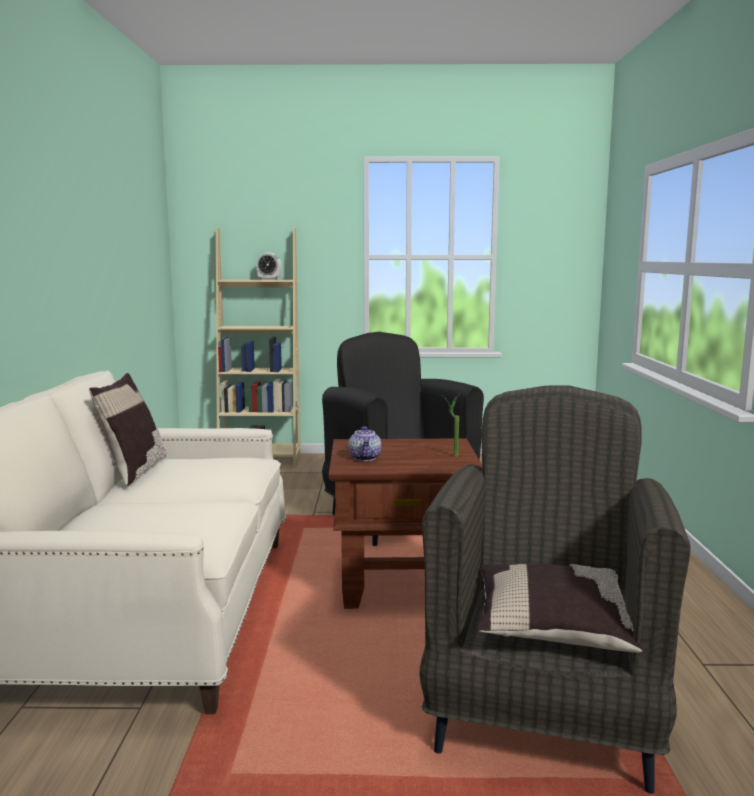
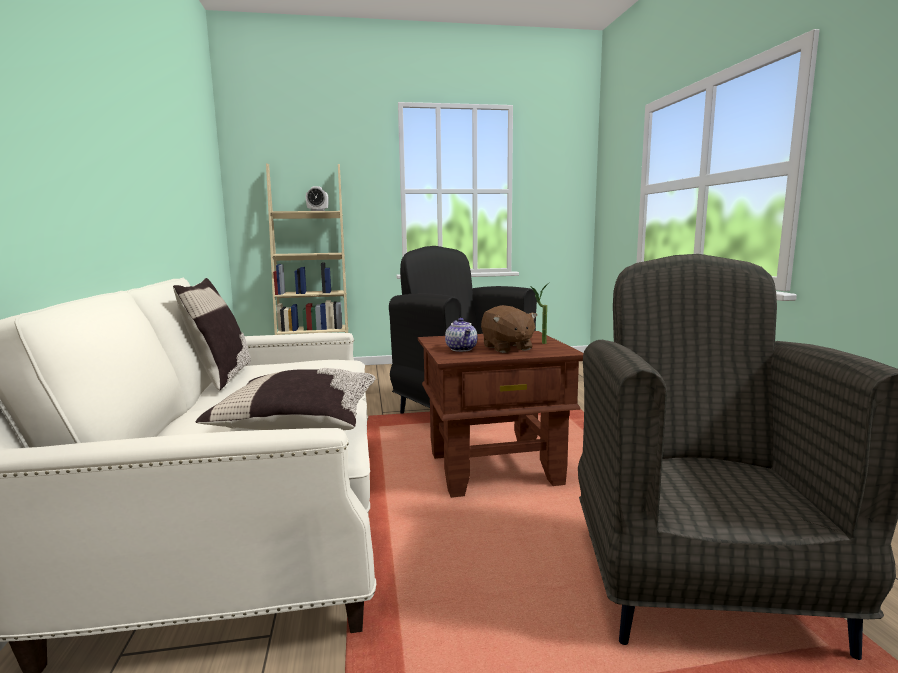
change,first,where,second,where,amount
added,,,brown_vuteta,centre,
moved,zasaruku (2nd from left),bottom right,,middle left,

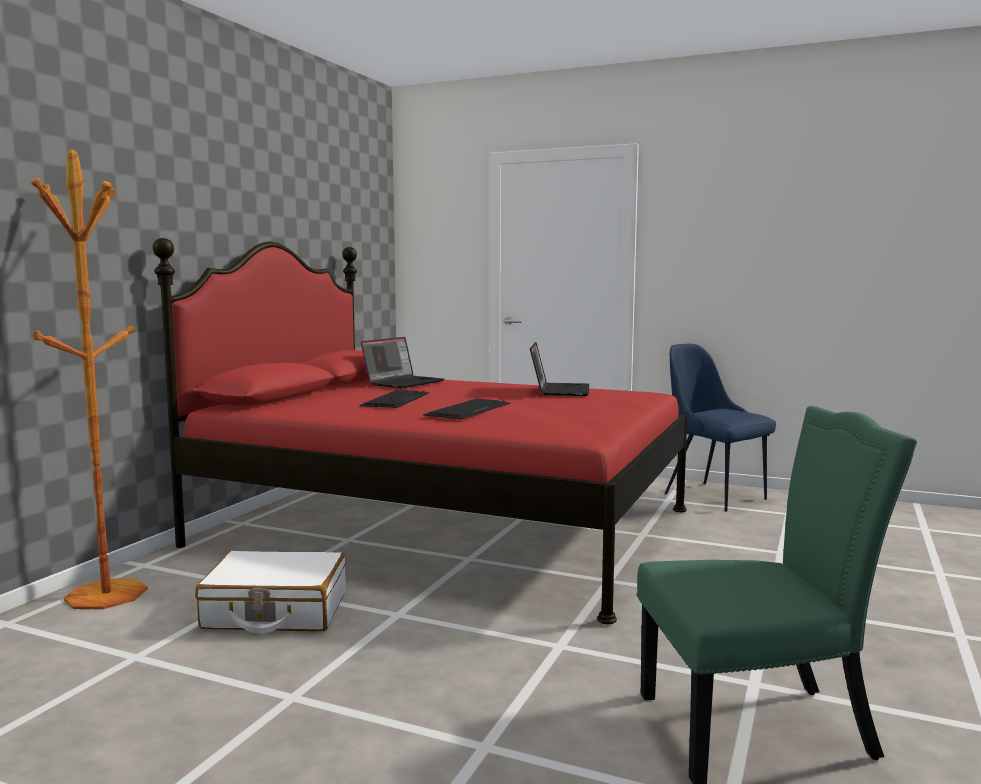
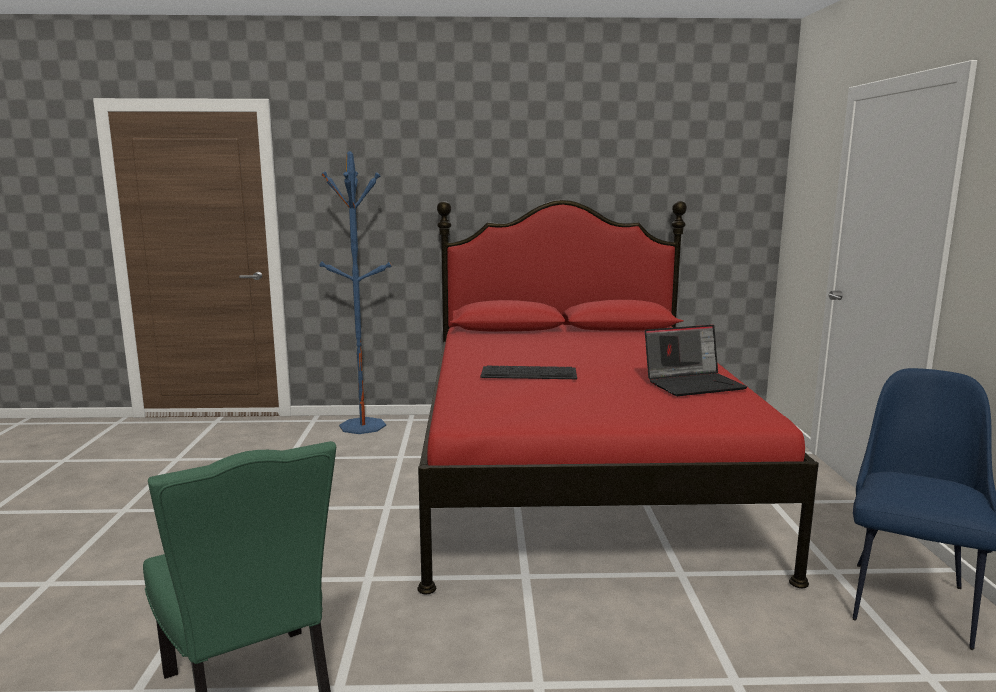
change,first,where,second,where,amount
removed,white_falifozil,bottom left,,,
removed,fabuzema (1st from left),centre,,,
removed,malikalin (1st from left),centre,,,
recoloured,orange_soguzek,middle left,blue_soguzek,centre,

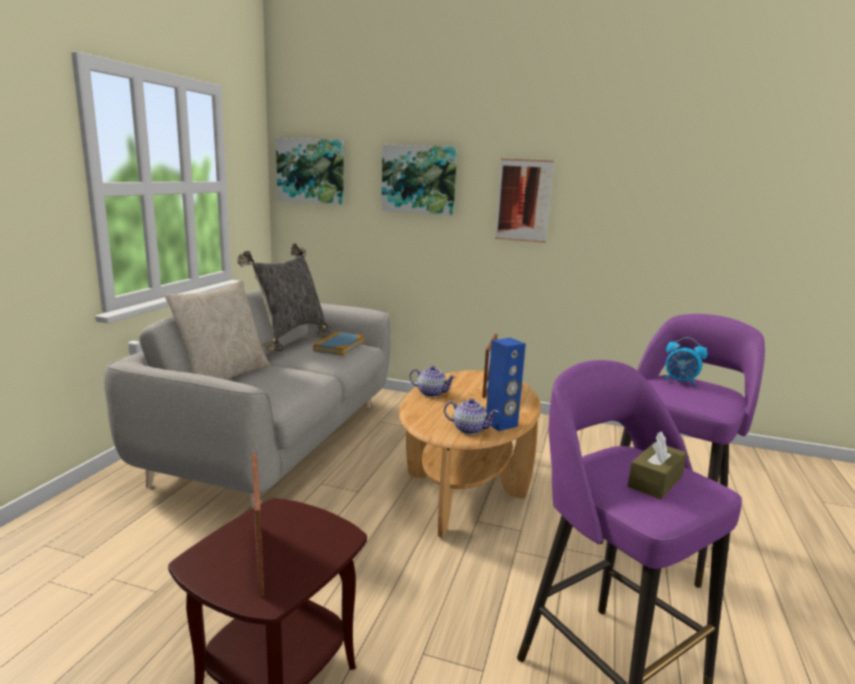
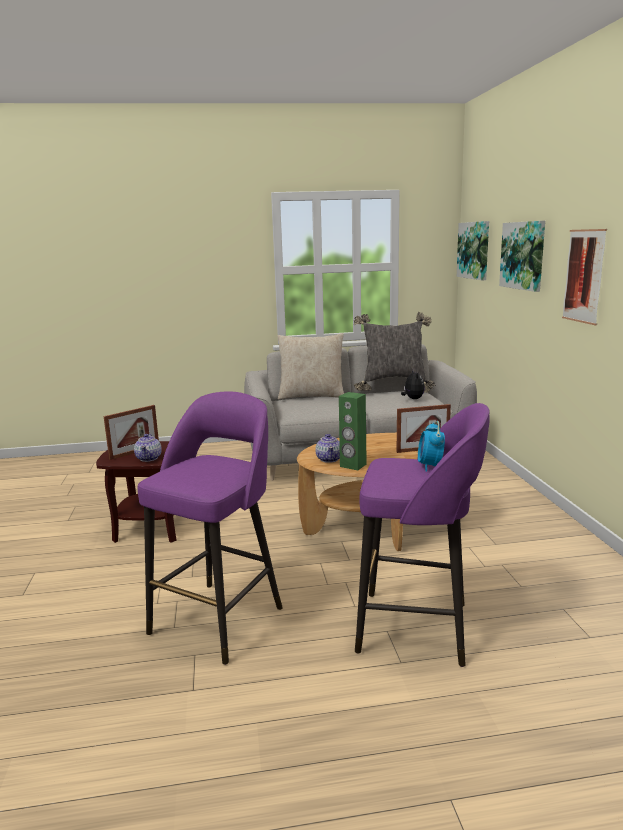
change,first,where,second,where,amount
removed,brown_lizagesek,bottom right,,,
moved,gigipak (1st from left),centre,,middle left,
replaced,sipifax,centre,vuteta,centre,
recoloured,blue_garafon,centre,green_garafon,centre,

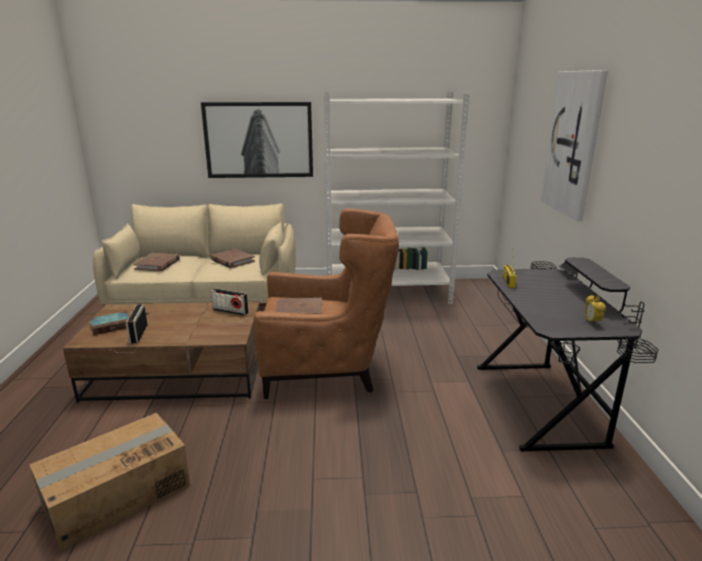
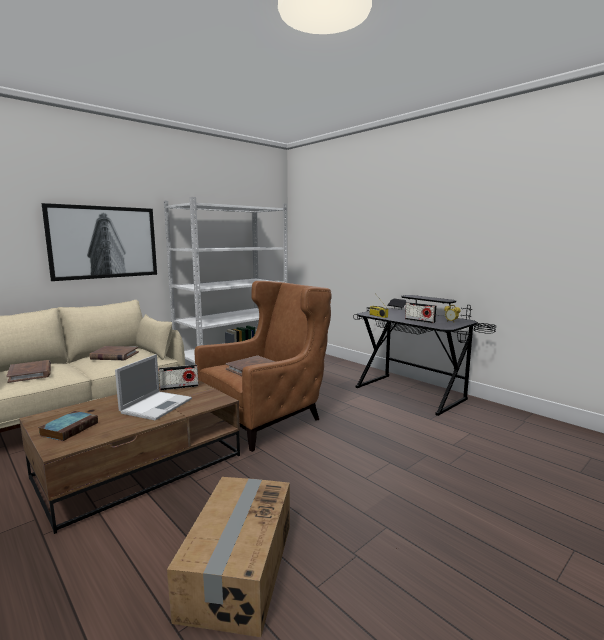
change,first,where,second,where,amount
removed,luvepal (2nd from left),top right,,,
added,,,malikalin,middle left,
moved,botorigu (1st from left in the first image),middle left,botorigu (3rd from left),middle right,

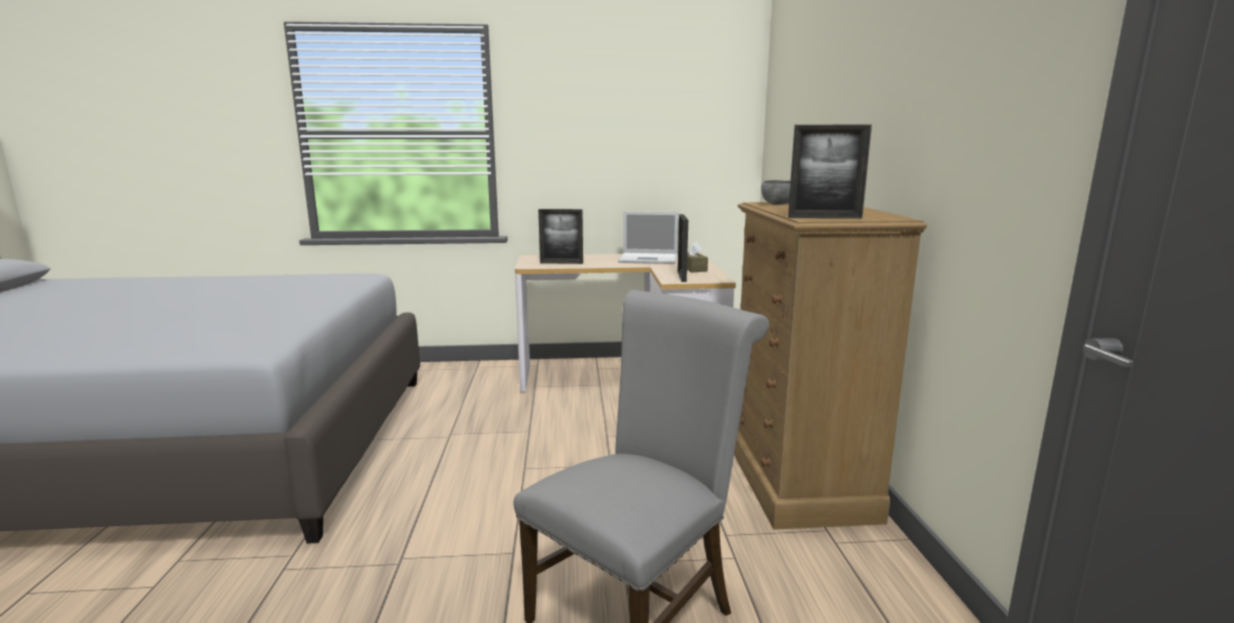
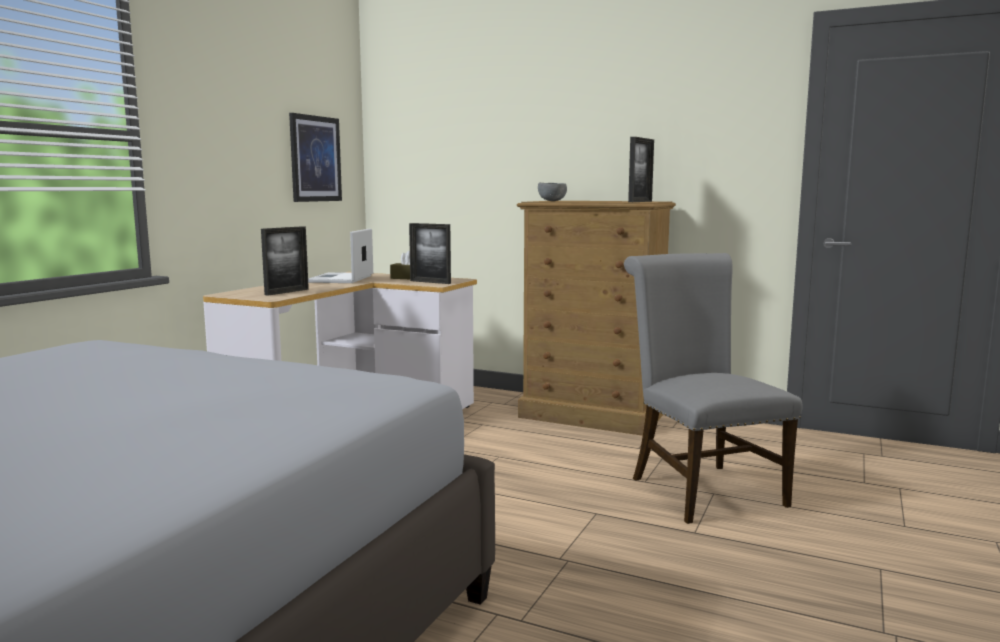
change,first,where,second,where,amount
added,,,luvepal,top left,
turned,malikalin,centre,,centre,150 degrees clockwise

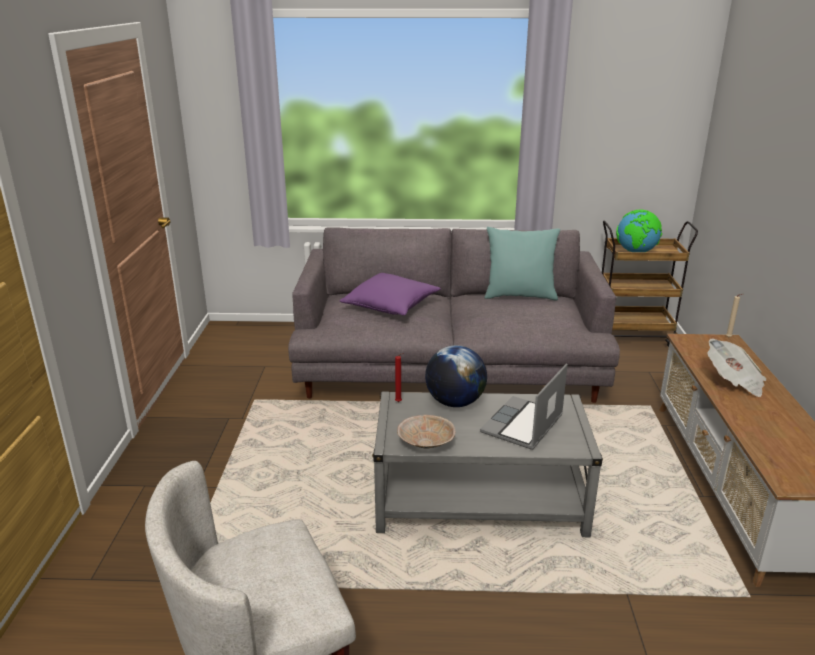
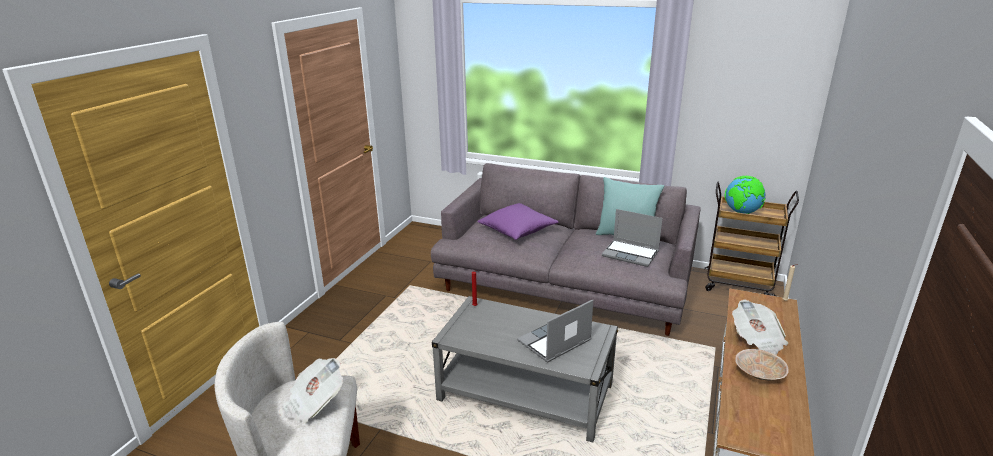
change,first,where,second,where,amount
removed,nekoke (1st from left),centre,,,
added,,,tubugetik (1st from left),bottom left,
added,,,malikalin (2nd from left),centre,
moved,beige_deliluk,centre,,bottom right,

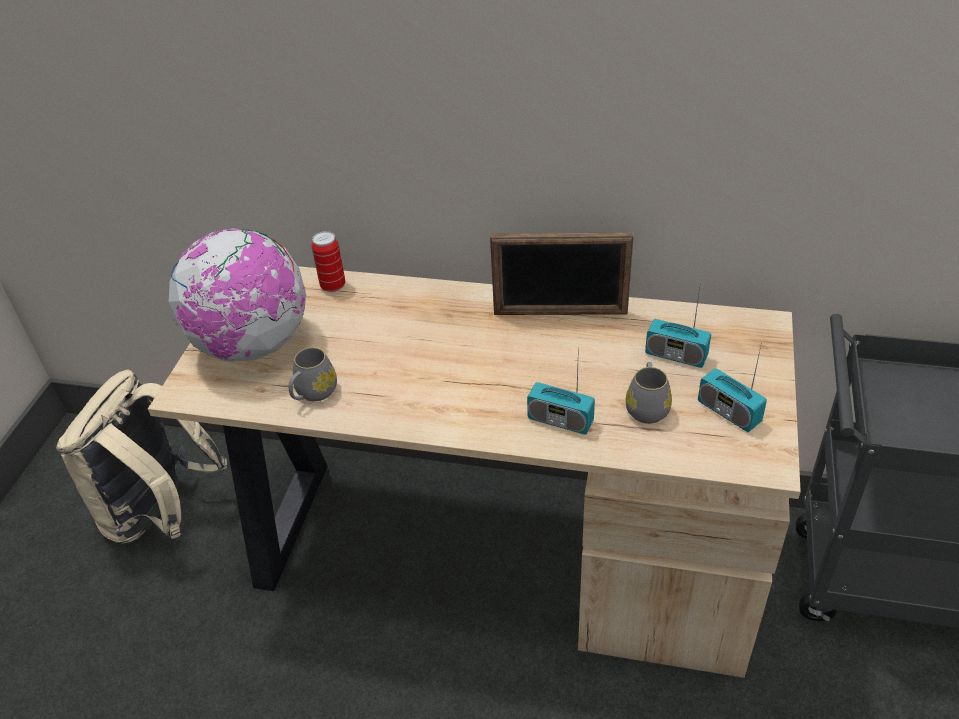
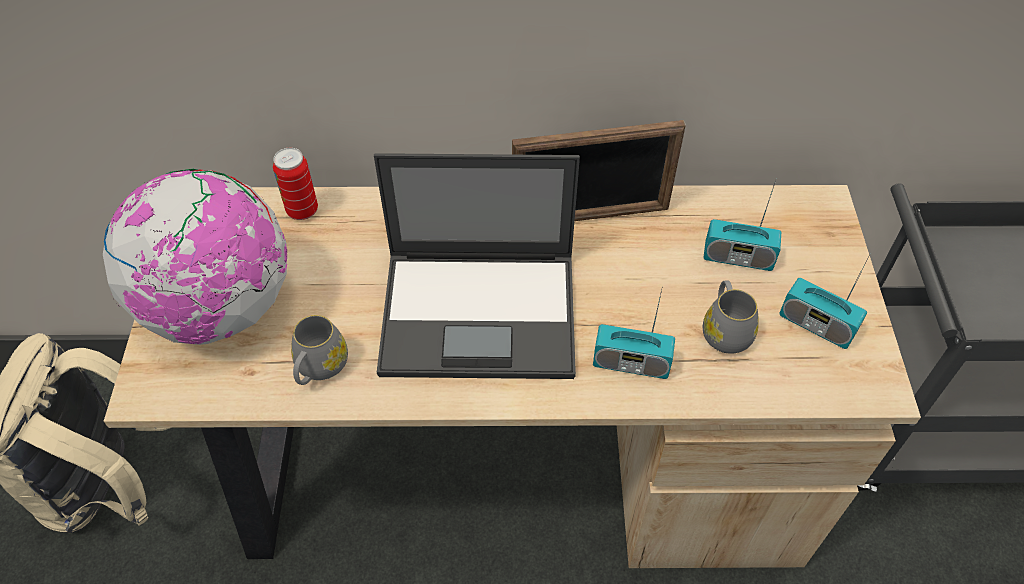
change,first,where,second,where,amount
added,,,malikalin,centre,

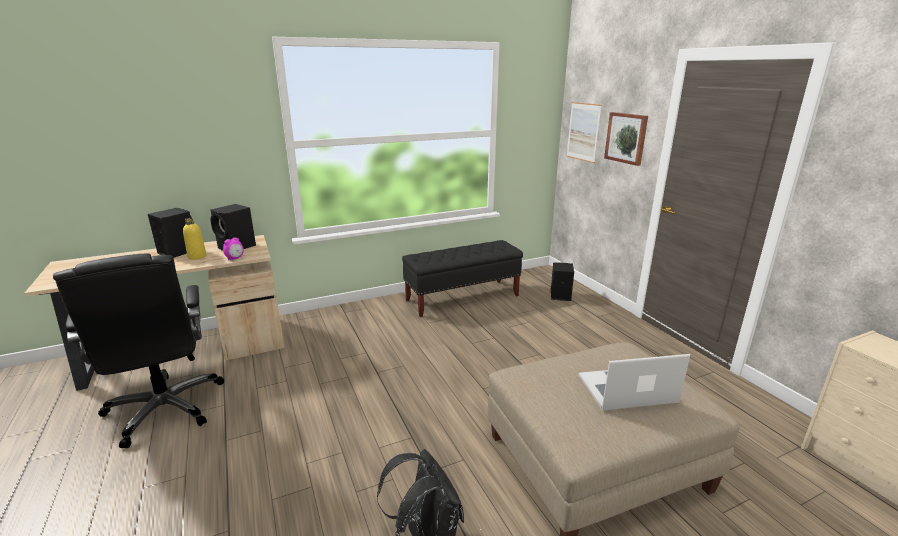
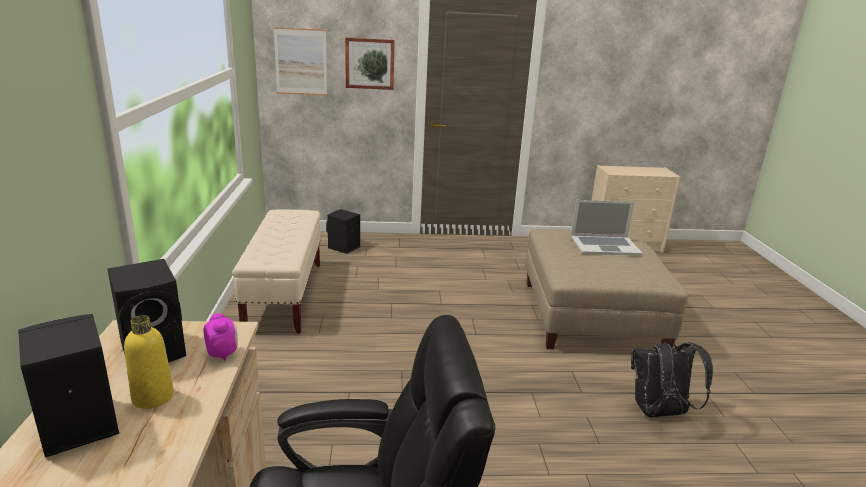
change,first,where,second,where,amount
recoloured,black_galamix,centre,beige_galamix,middle left,
turned,malikalin,bottom right,,middle right,105 degrees counterclockwise

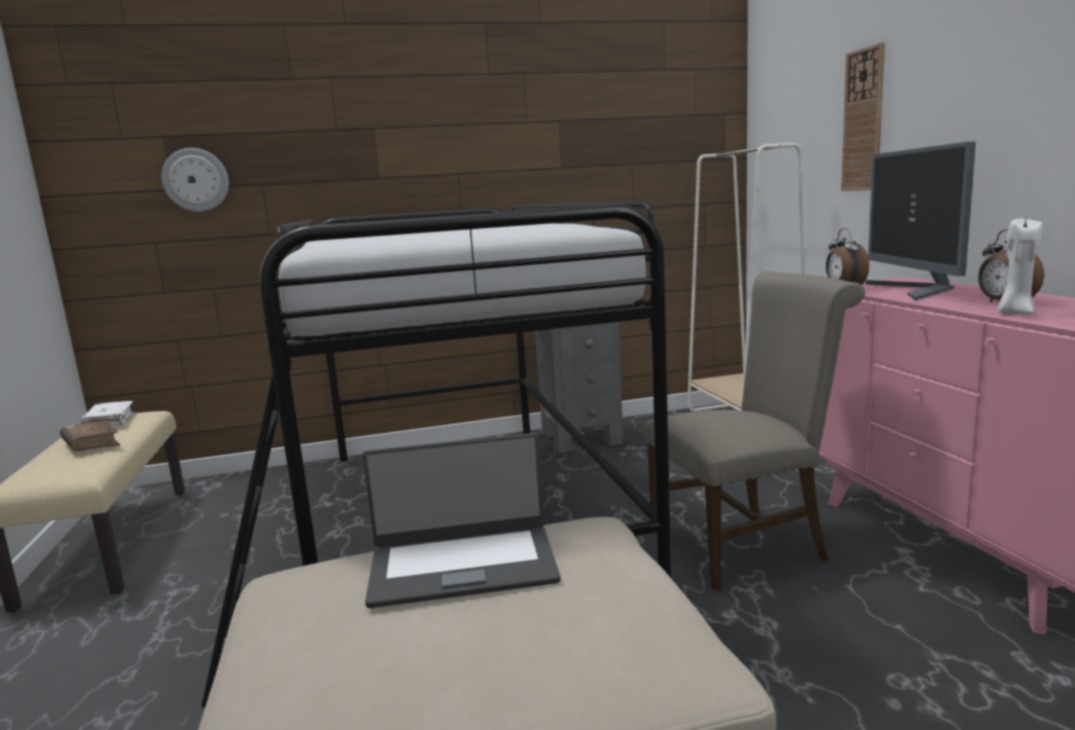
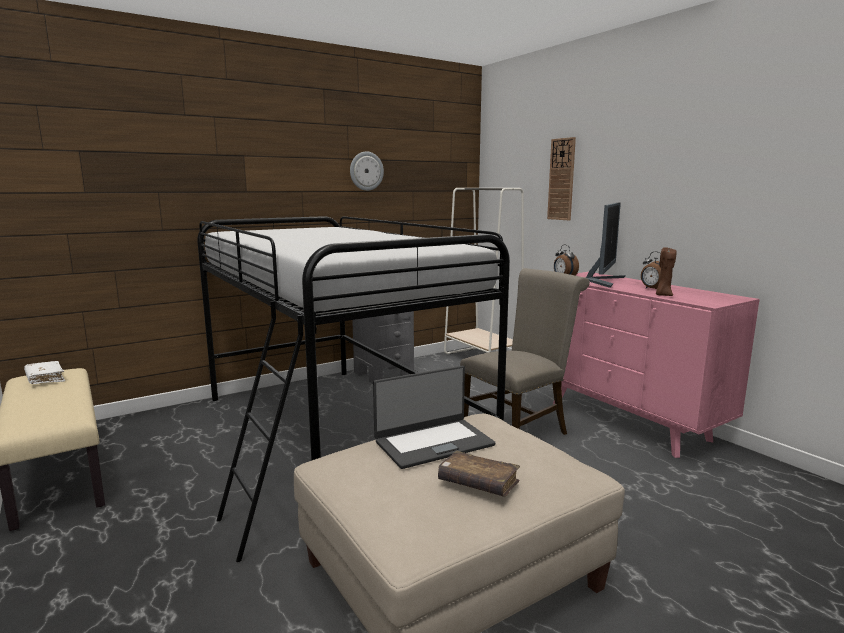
change,first,where,second,where,amount
moved,brown_sipifax,middle left,,bottom centre,
moved,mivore (1st from left),top left,,top centre,
recoloured,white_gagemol,middle right,brown_gagemol,middle right,
turned,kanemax,top right,,middle right,135 degrees counterclockwise

